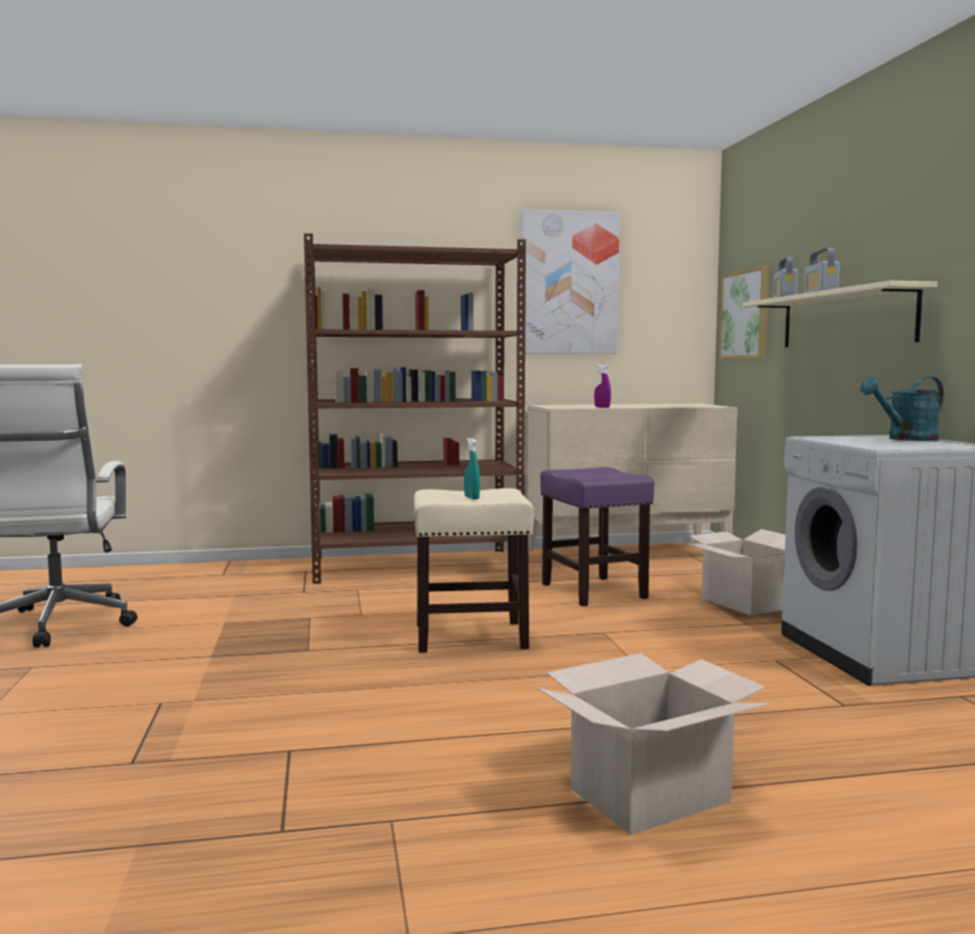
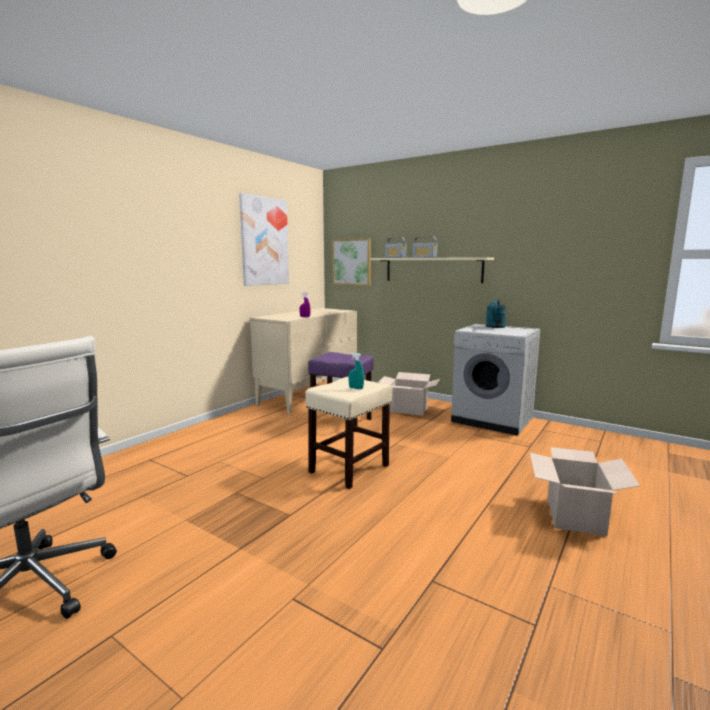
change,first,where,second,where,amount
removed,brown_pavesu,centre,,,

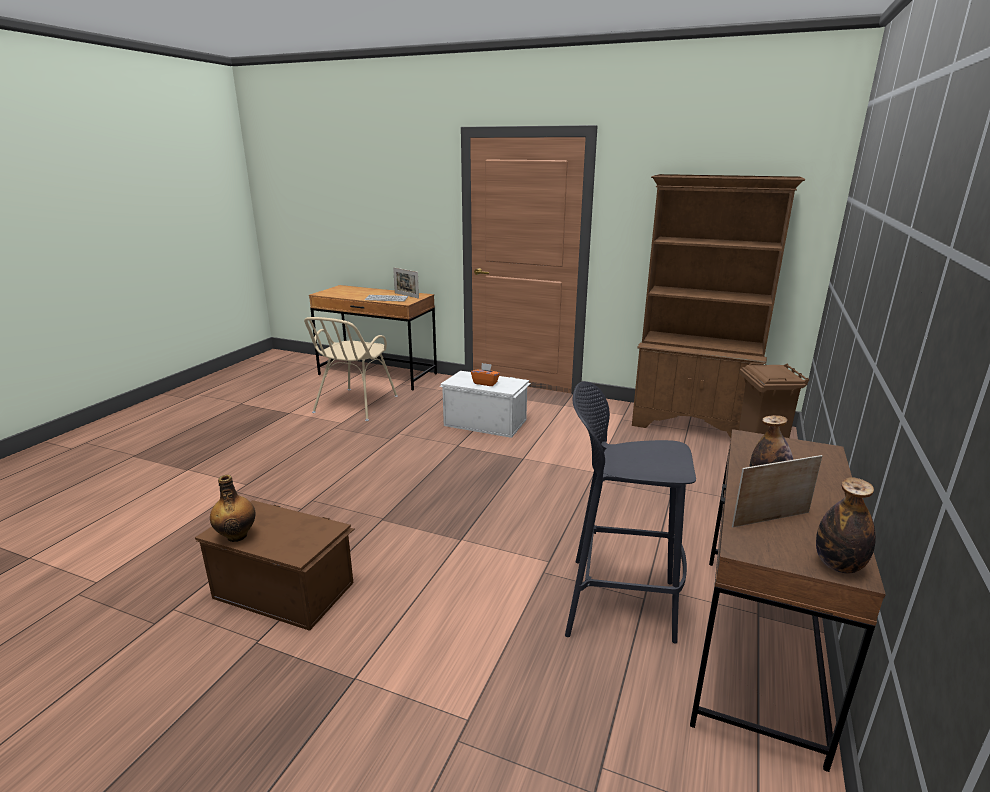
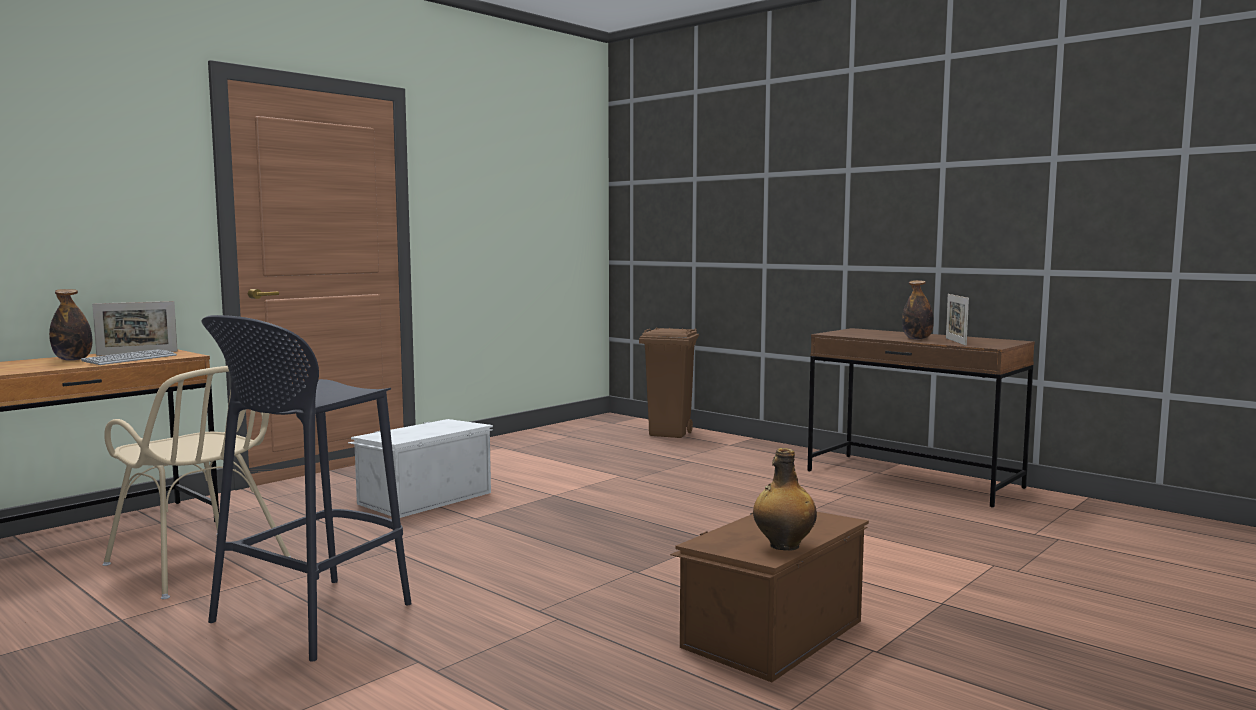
change,first,where,second,where,amount
removed,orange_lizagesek,centre,,,
removed,brown_pavesu,middle right,,,
moved,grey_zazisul,centre,,bottom left,
moved,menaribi (3rd from left in the first image),middle right,menaribi (1st from left),middle left,

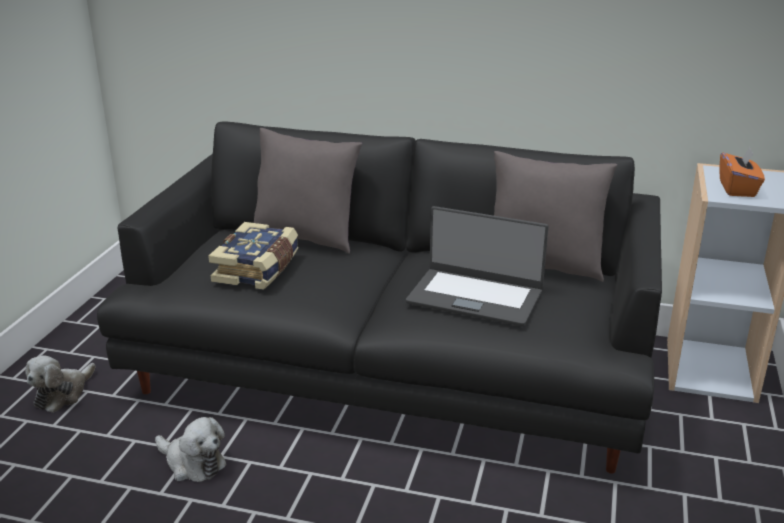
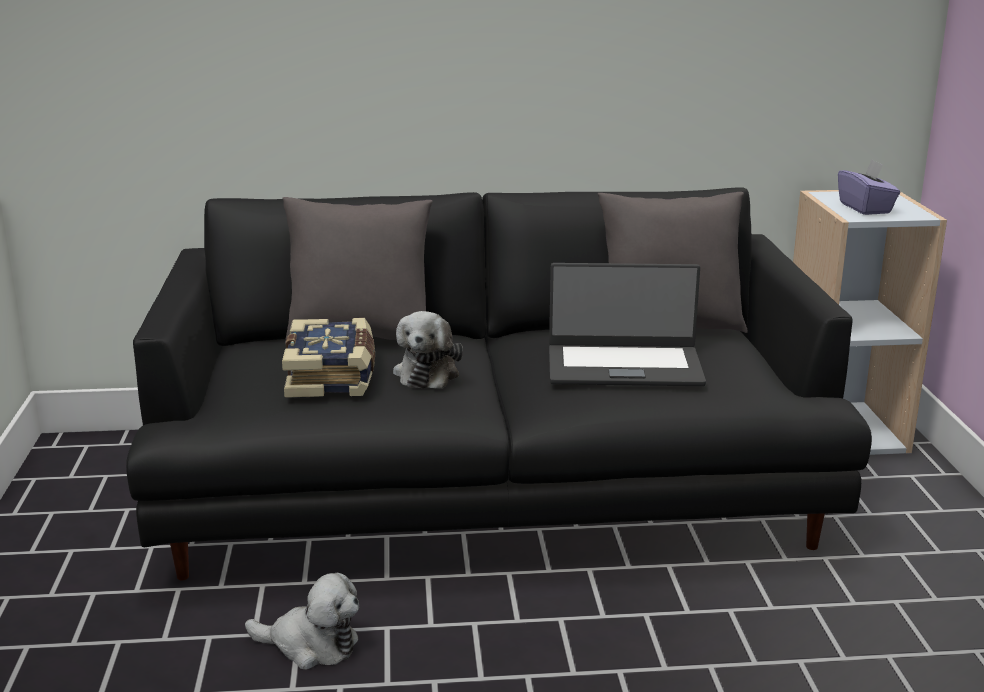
change,first,where,second,where,amount
moved,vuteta (1st from left in the first image),bottom left,vuteta (2nd from left),centre,
recoloured,orange_lizagesek,top right,purple_lizagesek,top right,

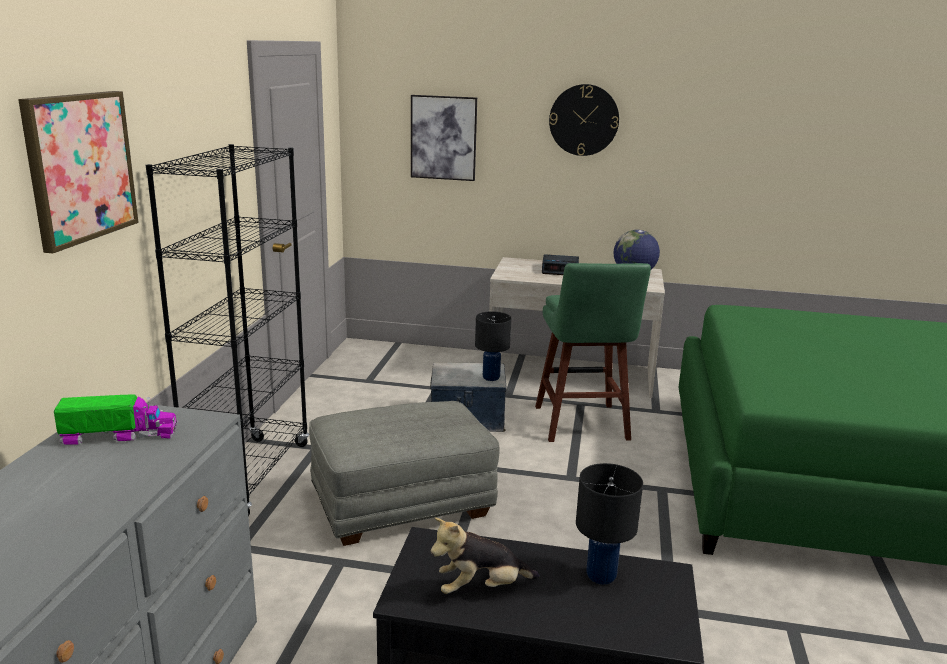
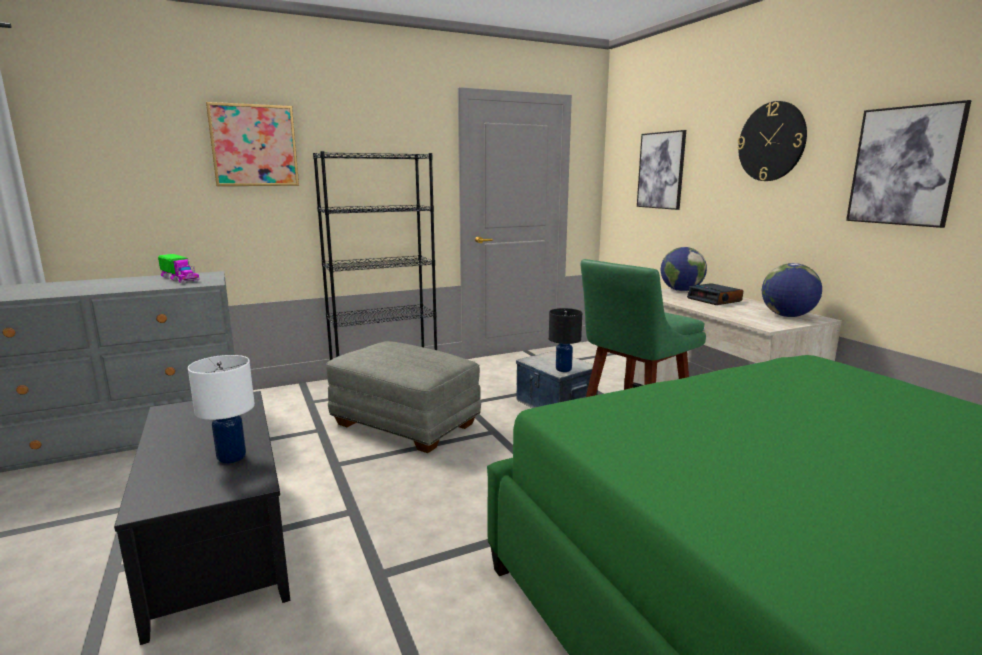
change,first,where,second,where,amount
removed,vuteta,bottom centre,,,
added,,,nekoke (1st from left),middle right,
added,,,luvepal (3rd from left),top right,
recoloured,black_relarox (2nd from left),bottom centre,white_relarox,middle left,

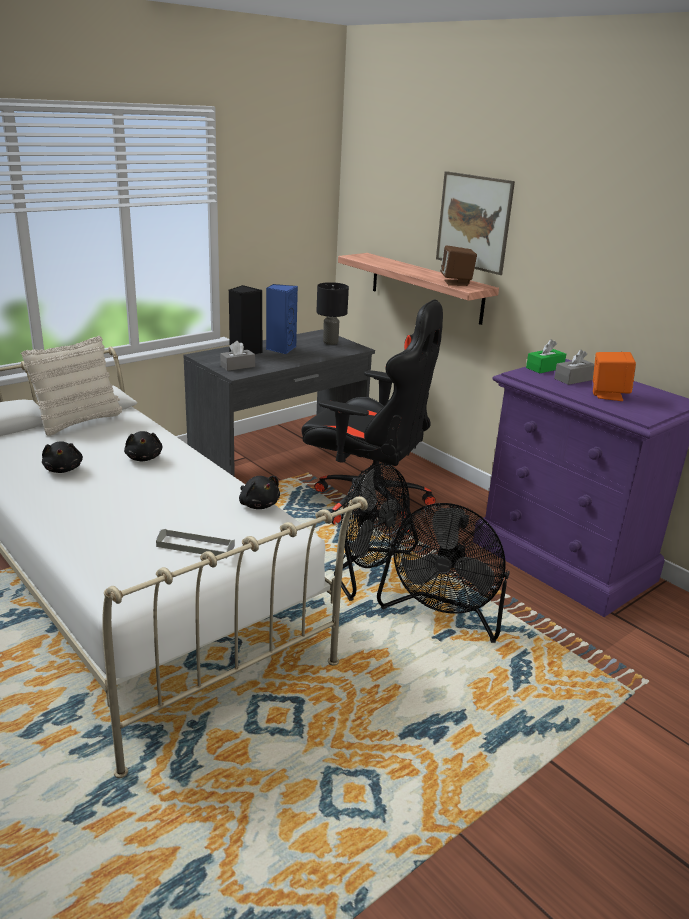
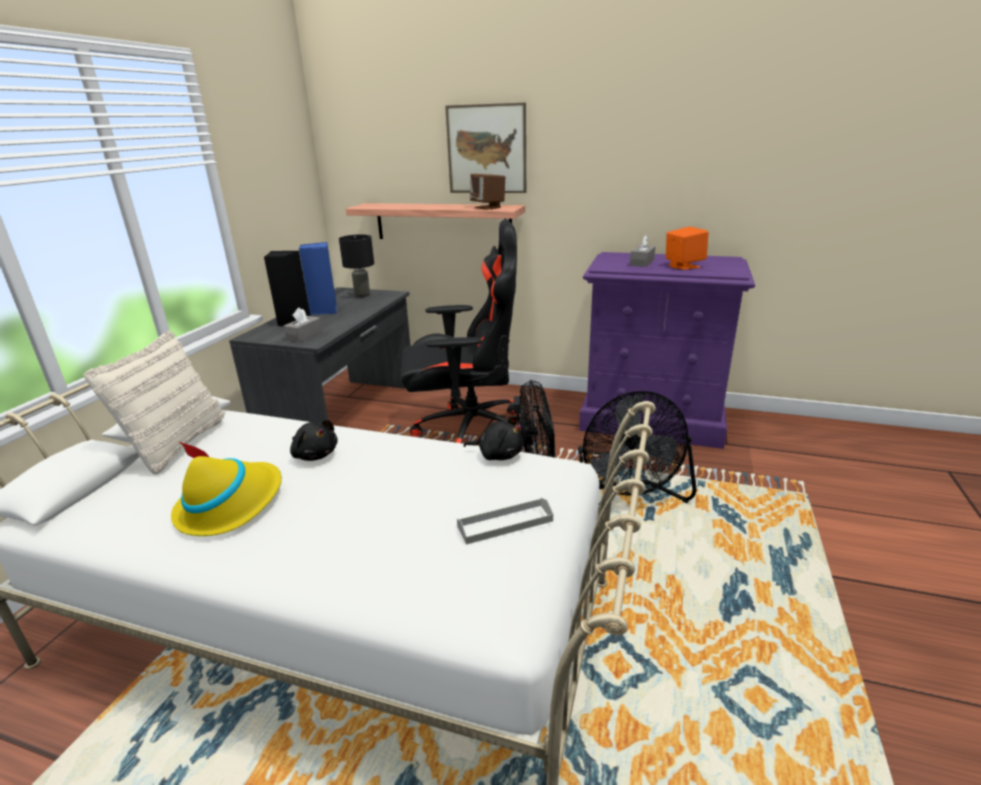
change,first,where,second,where,amount
removed,green_lizagesek,middle right,,,
replaced,black_vuteta (1st from left),middle left,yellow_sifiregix,middle left,

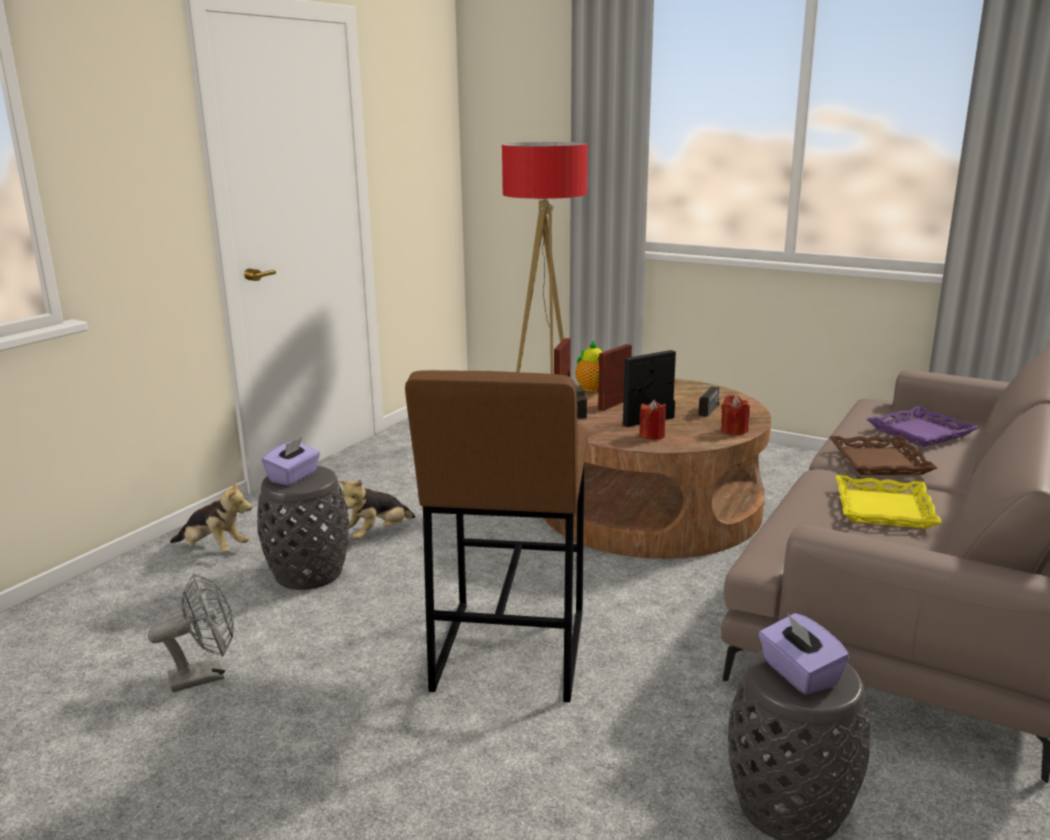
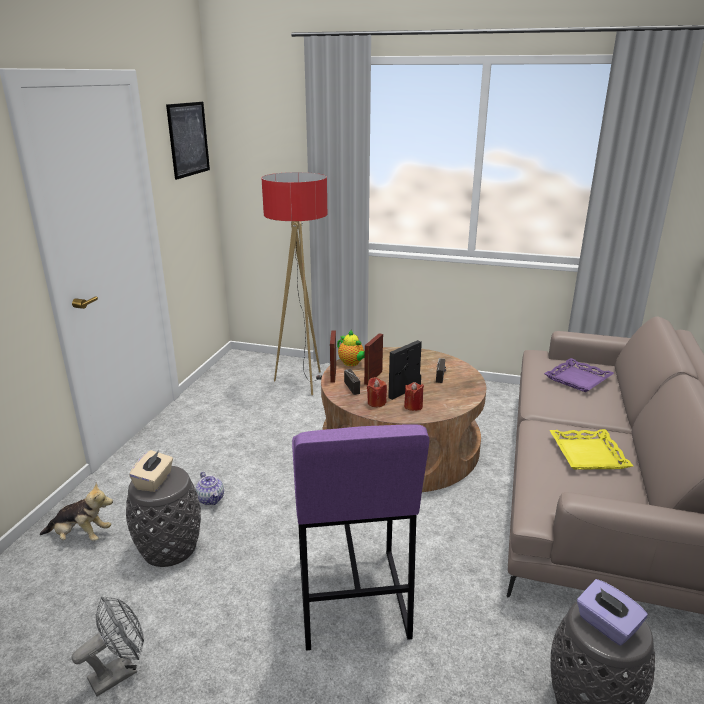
change,first,where,second,where,amount
removed,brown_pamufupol,middle right,,,
added,,,luvepal,top left,
moved,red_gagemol (2nd from left in the first image),middle right,red_gagemol (1st from left),centre,
replaced,vuteta (2nd from left),centre,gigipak (1st from left),bottom left,
recoloured,purple_lizagesek (1st from left),middle left,beige_lizagesek,bottom left,
recoloured,brown_zazisul,centre,purple_zazisul,bottom centre,

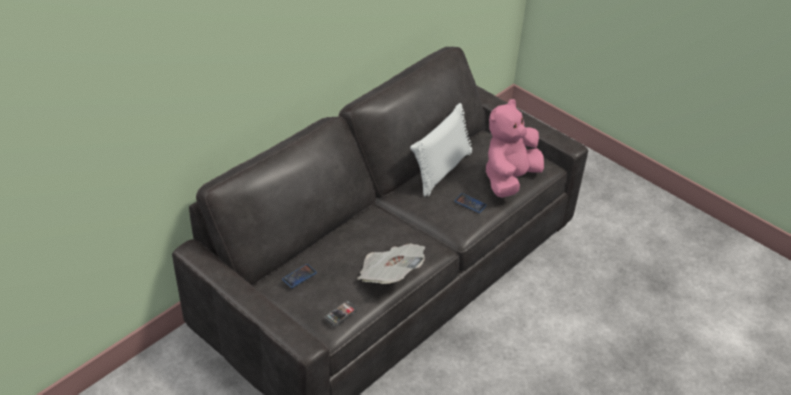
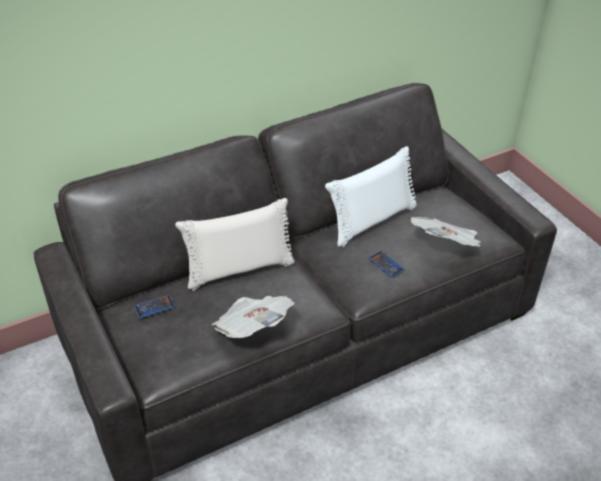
change,first,where,second,where,amount
removed,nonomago (2nd from left),bottom centre,,,
added,,,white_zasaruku (1st from left),centre,
replaced,pink_vuteta,centre,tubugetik (2nd from left),middle right,

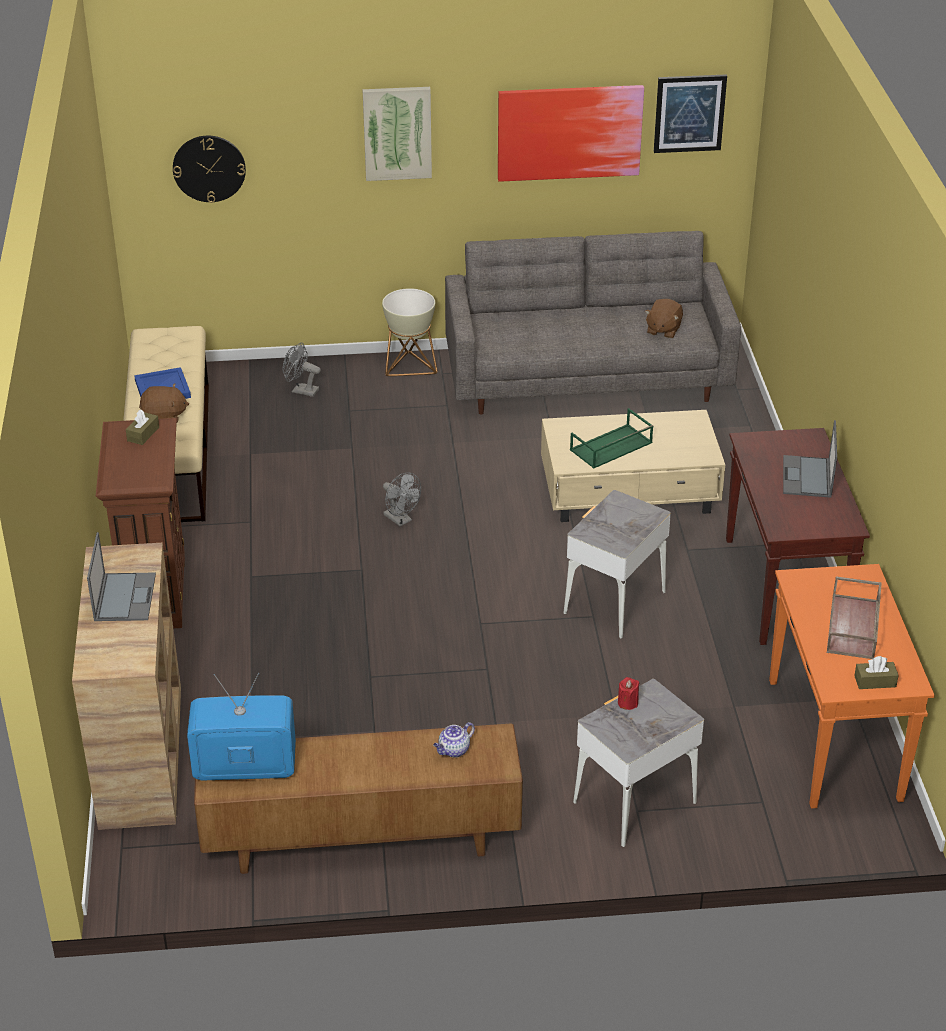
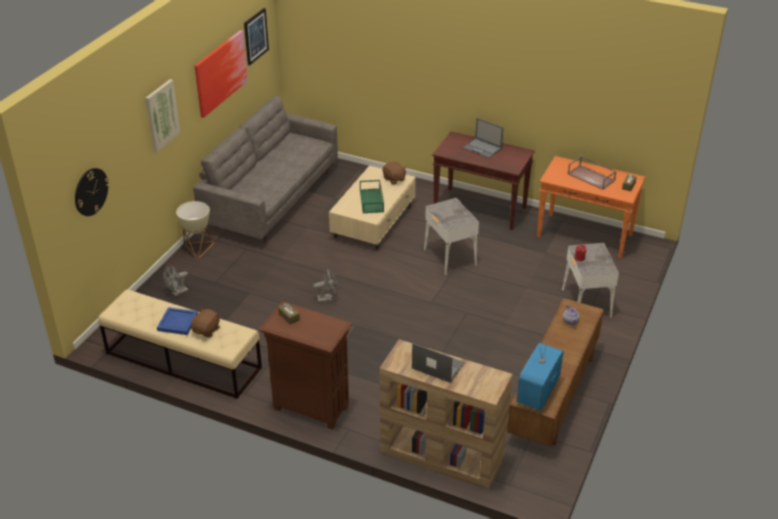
change,first,where,second,where,amount
moved,brown_vuteta (2nd from left),top right,,centre,

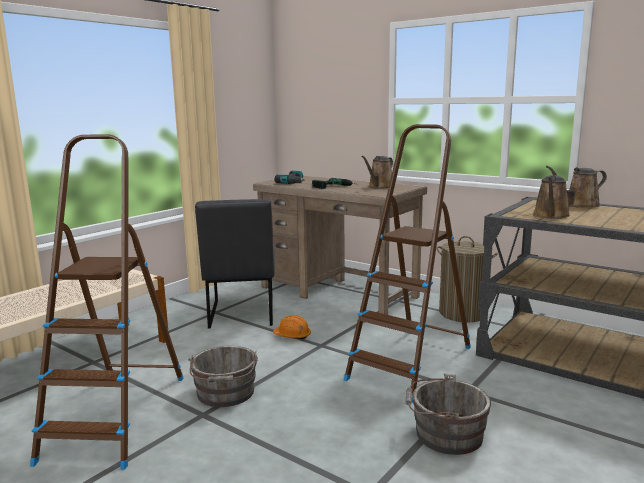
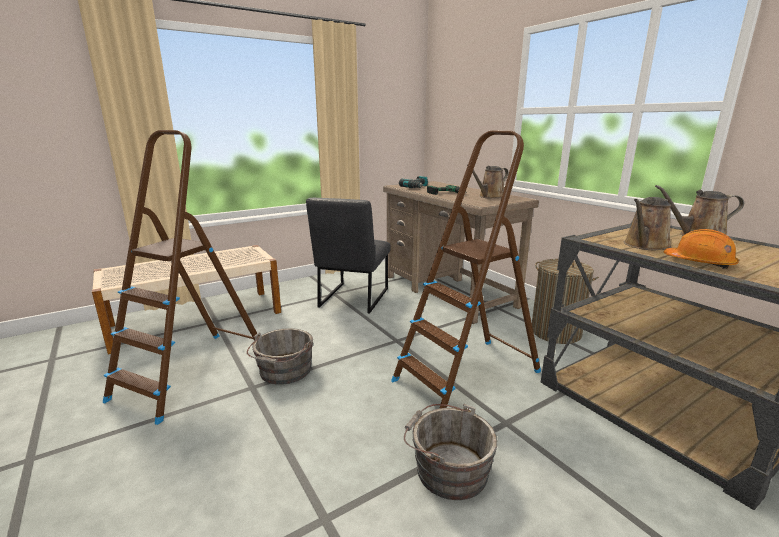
change,first,where,second,where,amount
moved,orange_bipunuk,bottom centre,,middle right,

